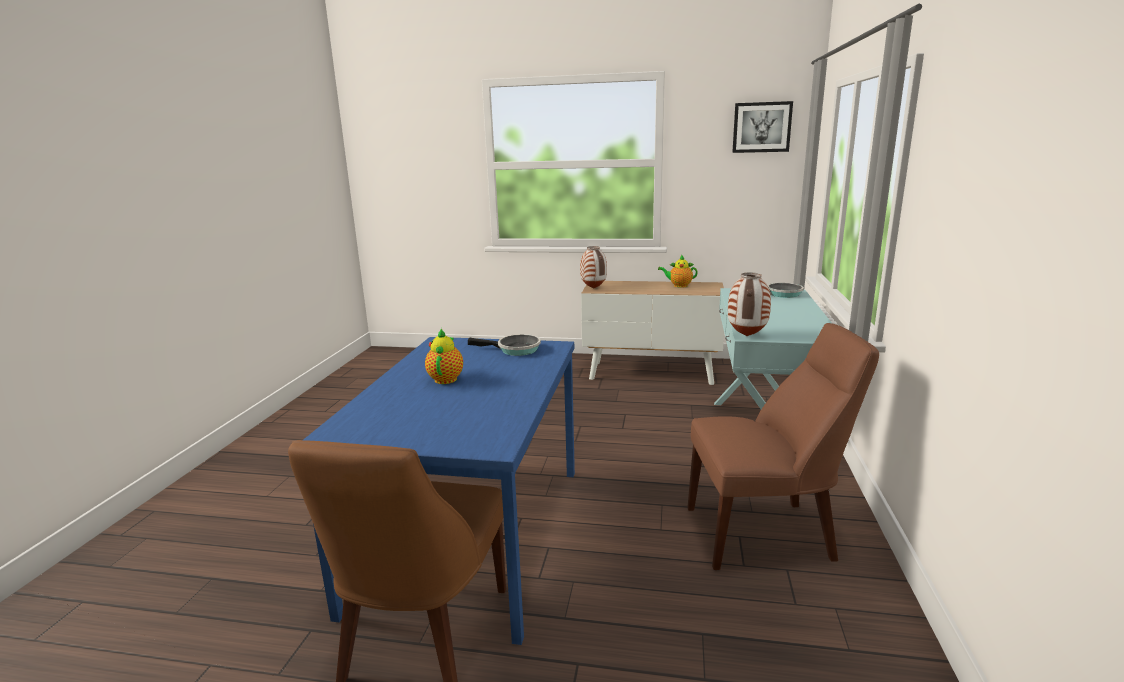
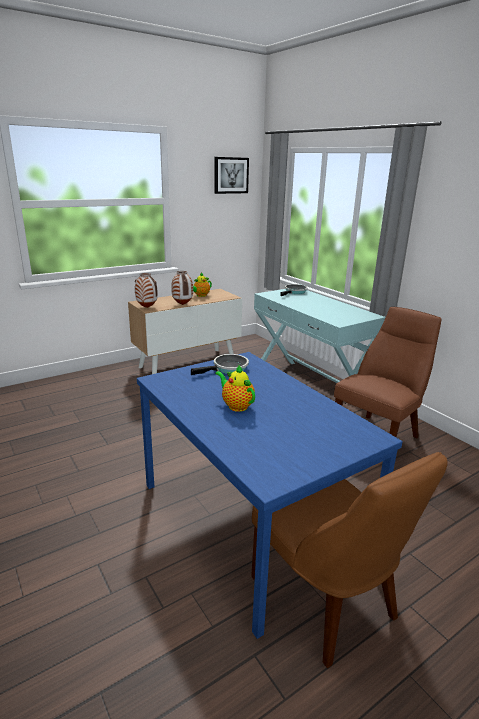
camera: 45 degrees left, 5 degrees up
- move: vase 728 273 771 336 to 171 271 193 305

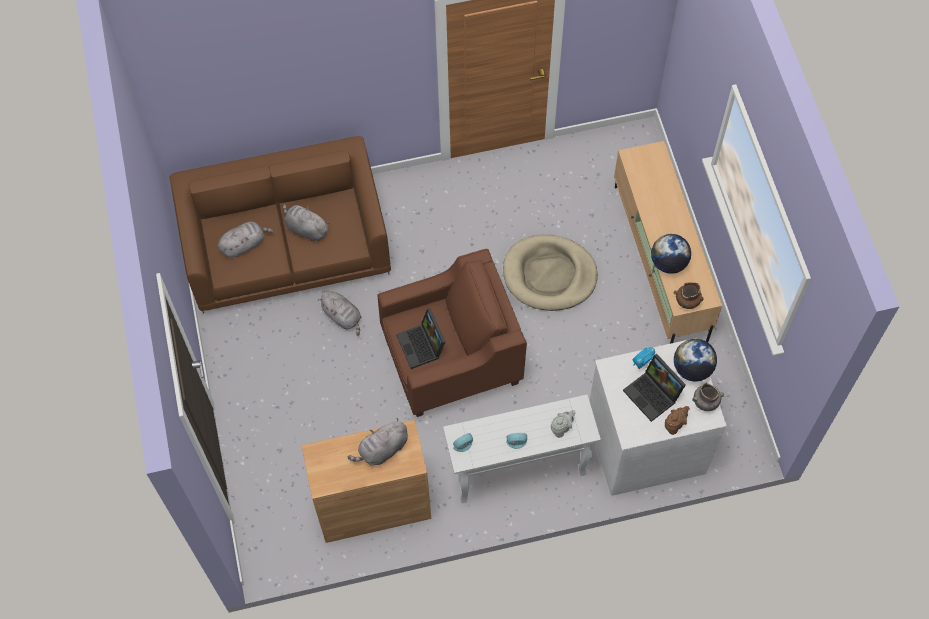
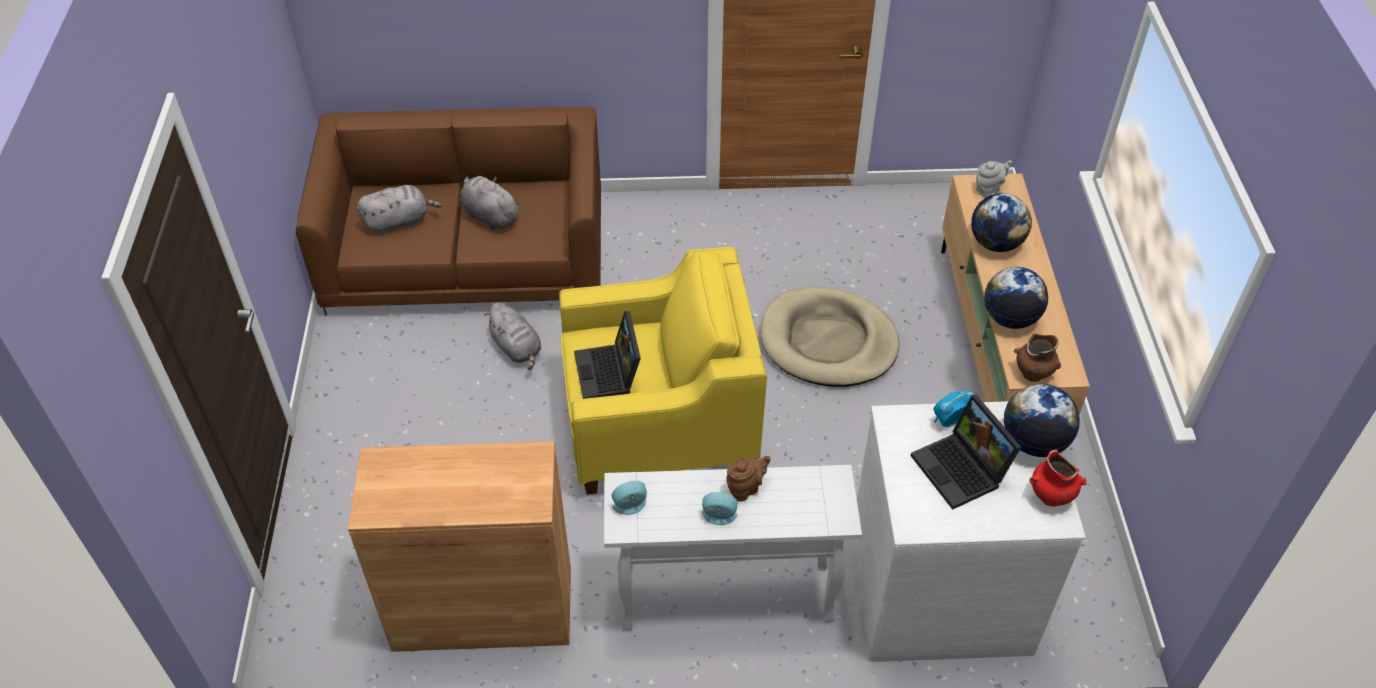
camera: 10 degrees right, 15 degrees down
- delete: plush toy (grey) 348 418 408 465
- insert: globe 971 193 1032 252
- move: teapot (grey) 551 410 575 438 to 976 160 1012 197
- move: teapot (brown) 665 406 690 435 to 726 456 770 502
- recolor: armchair (brown) 377 249 527 417 to armchair (yellow) 559 247 767 495
- recolor: vase (grey) 692 382 724 411 to vase (red) 1029 450 1087 506

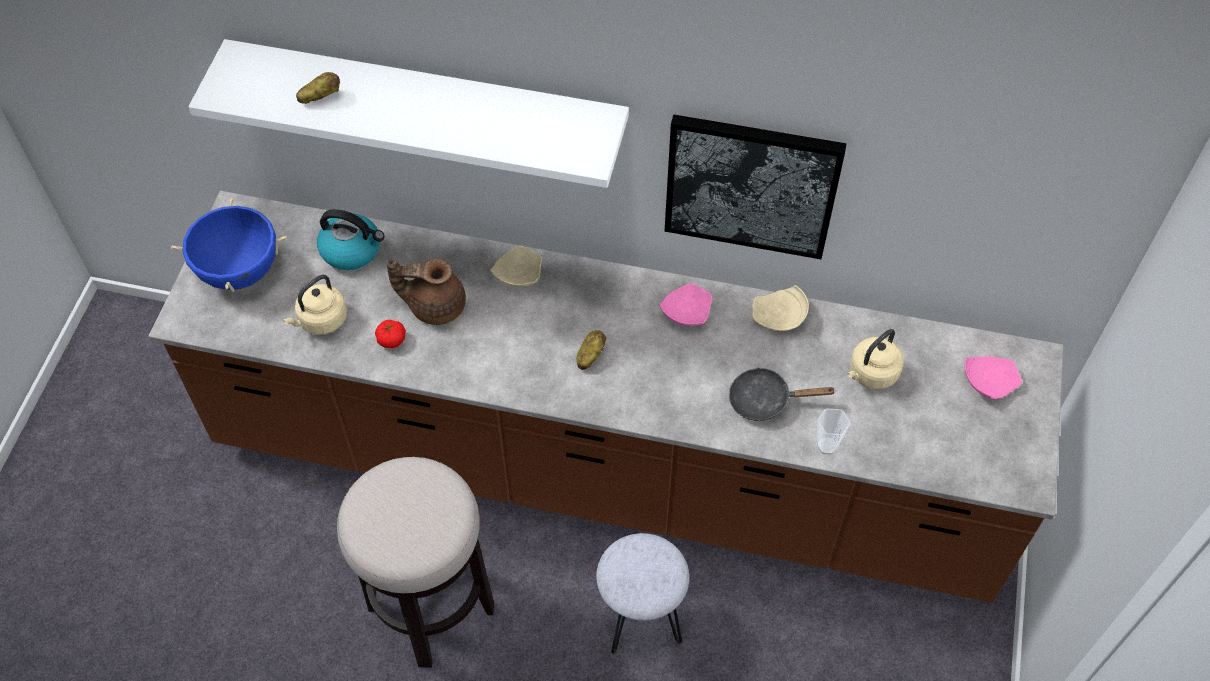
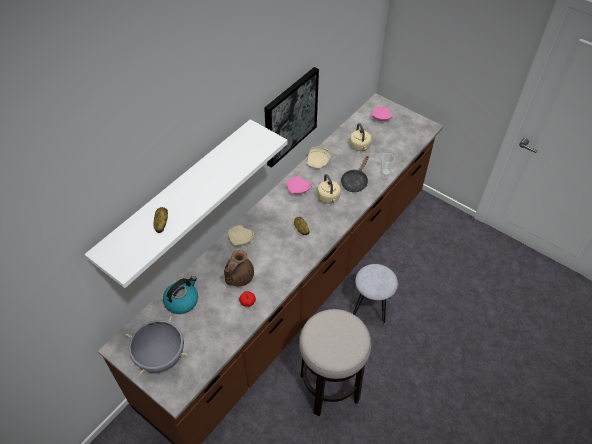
camera: 65 degrees left, 5 degrees down
- move: kettle (beige) 283 275 347 335 to 317 174 341 203
- recolor: cooking pot (blue) 171 198 287 292 to cooking pot (grey) 126 316 187 375

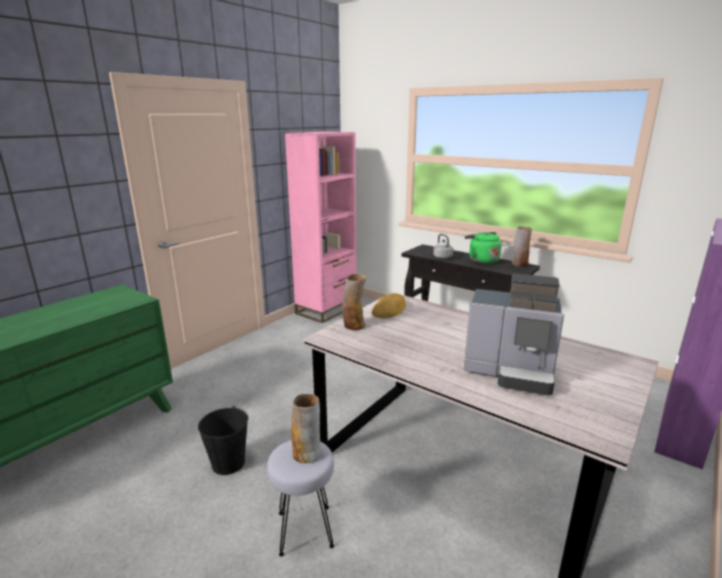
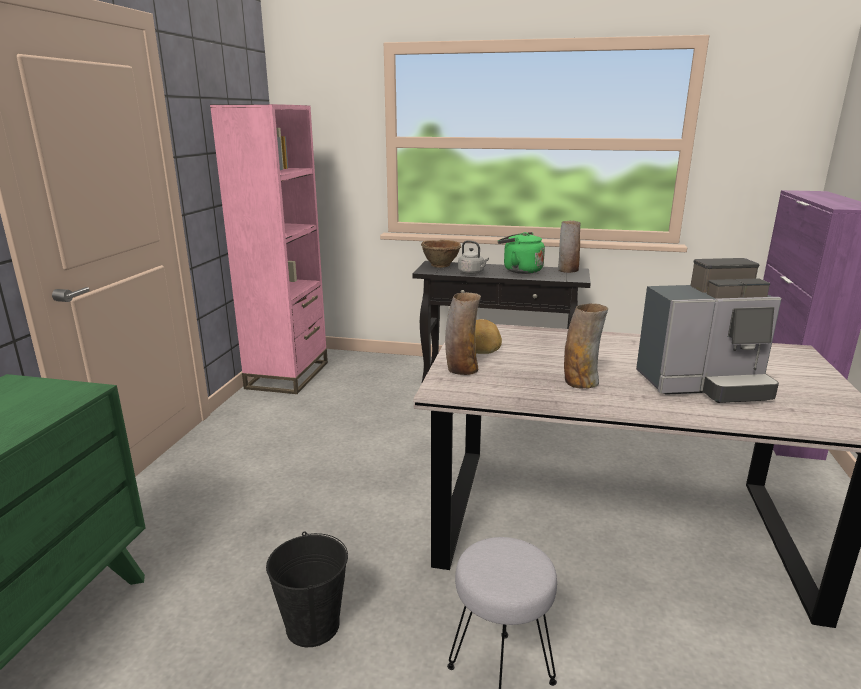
camera: 25 degrees left, 0 degrees up
- insert: bowl (brown) 421 240 461 268
- move: vase 291 394 321 463 to 564 303 608 388

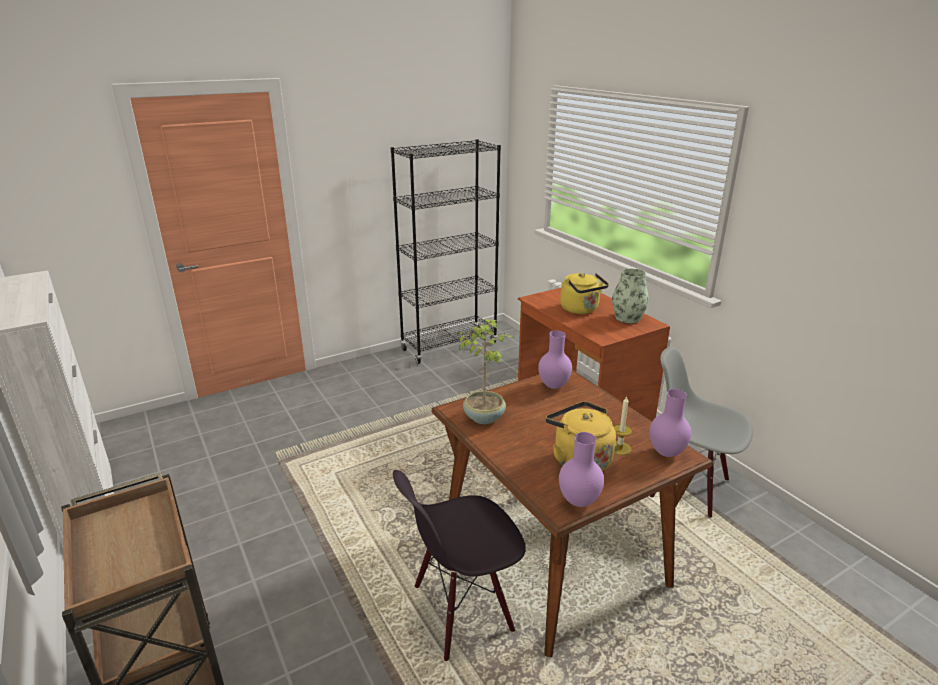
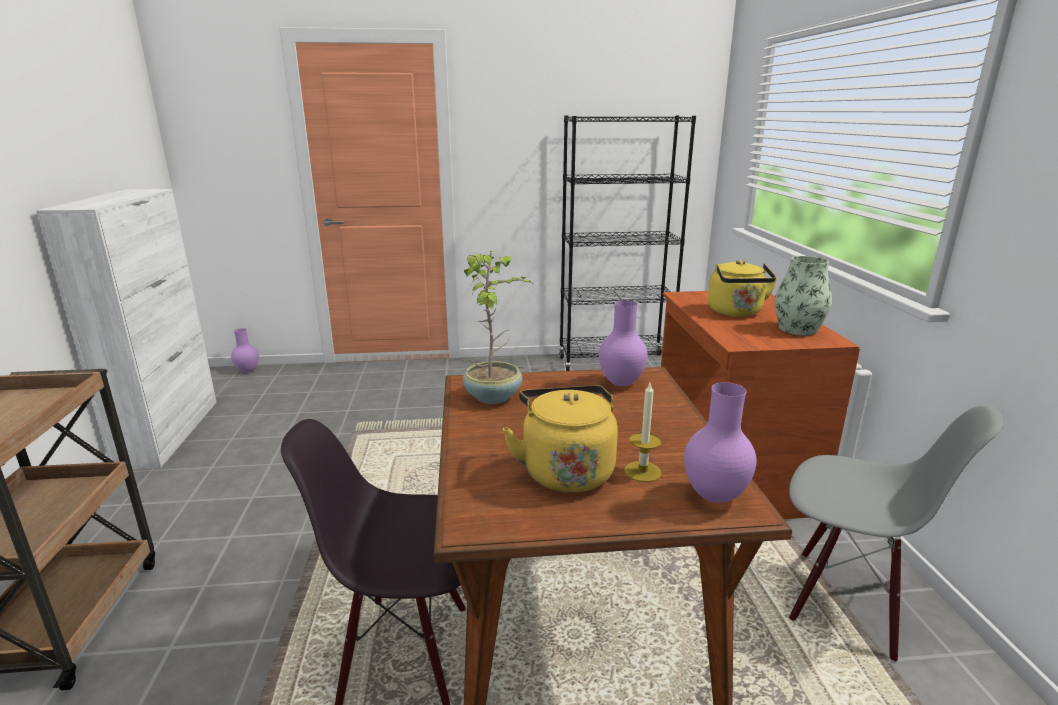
camera: 25 degrees right, 5 degrees down
- move: vase (purple) 559 432 604 507 to 231 328 259 373
- rotate: chair (grey) 650 347 753 518 = 789 405 1004 663 150 degrees clockwise

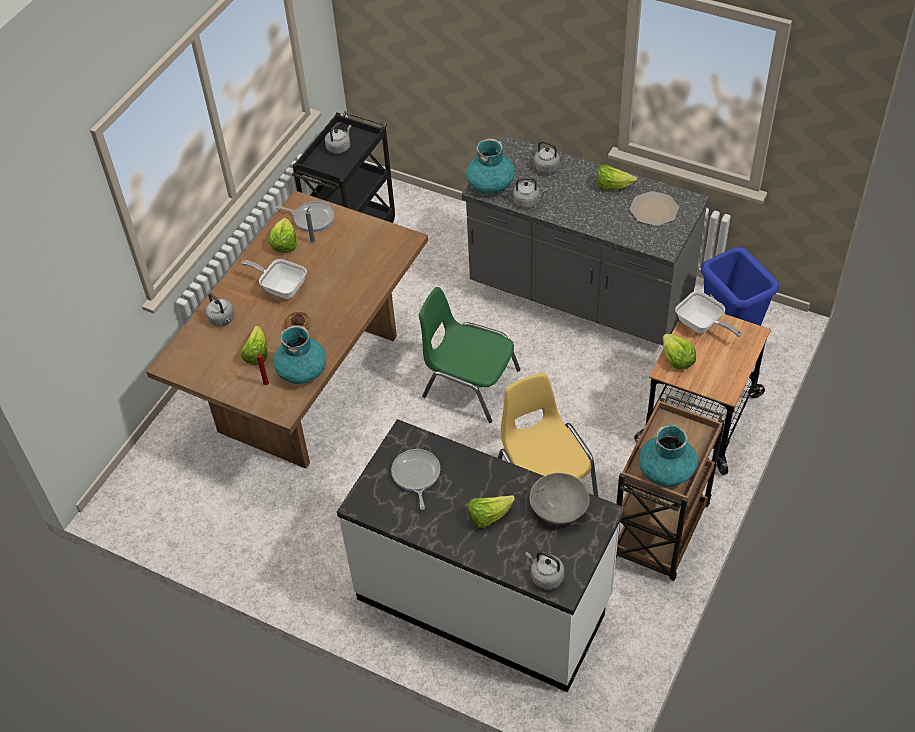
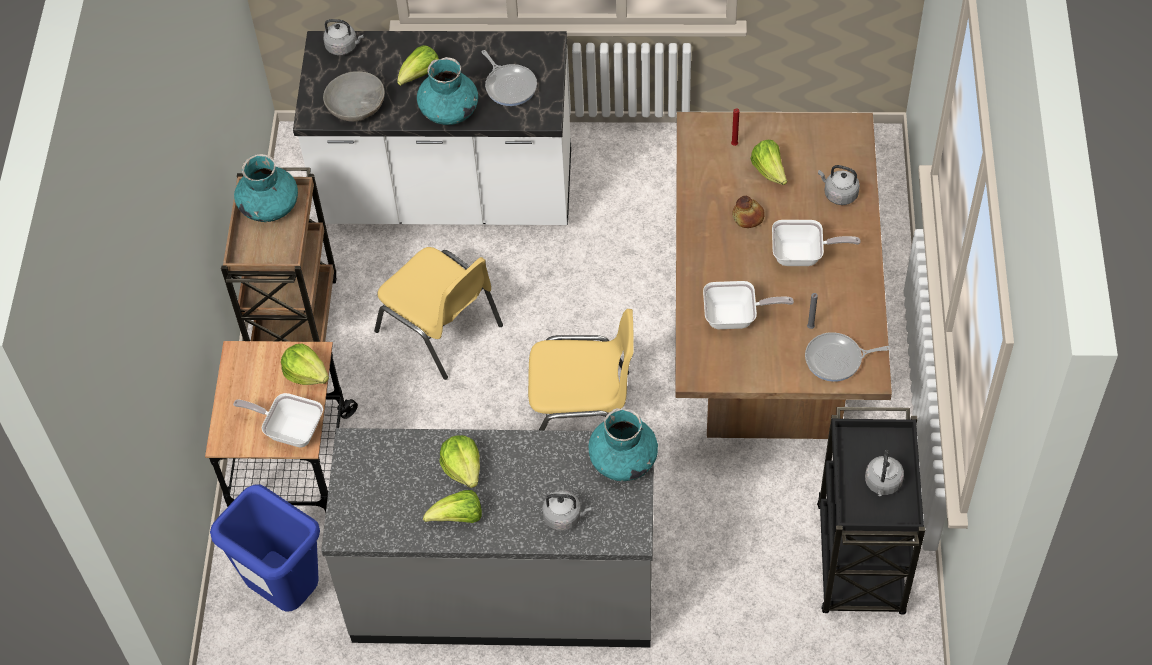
camera: 155 degrees right, 5 degrees up
- delete: kettle (grey) 513 178 548 208
- delete: plate 630 191 679 226
- insert: frying pan 703 281 794 329
- move: lettuce 269 218 298 253 to 439 435 480 488
- move: vase (turquoise) 273 325 326 384 to 417 57 478 125
- recolor: chair (green) 419 287 520 423 to chair (yellow) 528 309 634 430

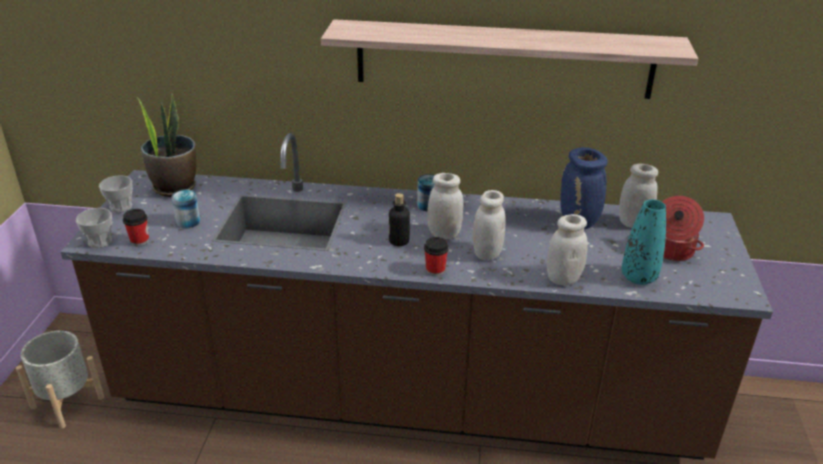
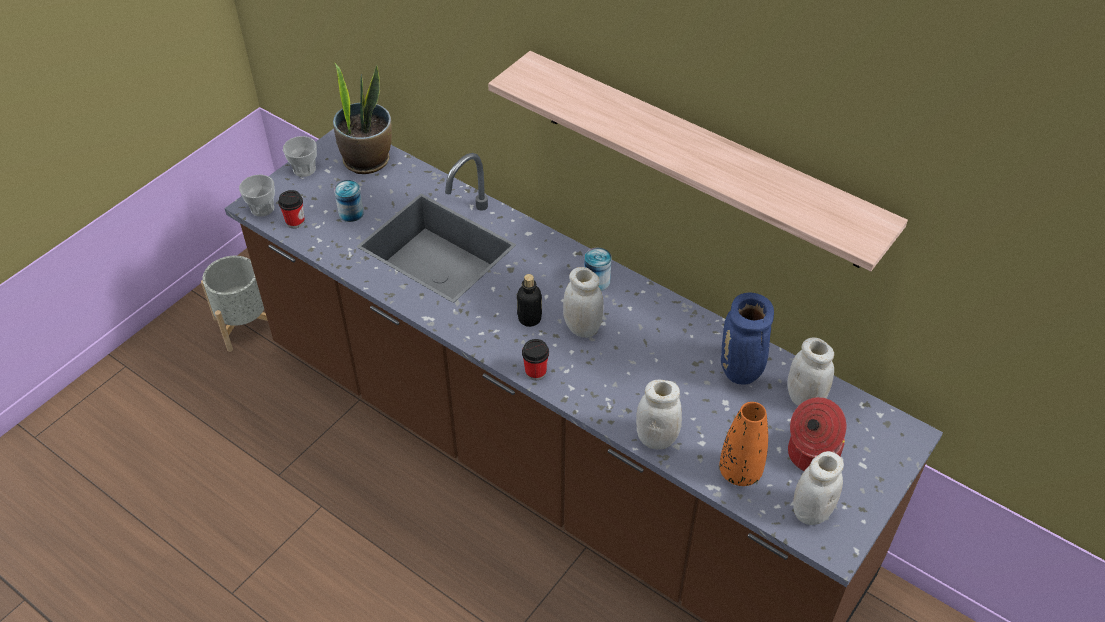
camera: 30 degrees right, 15 degrees up
- move: jar (white) 473 190 506 261 to 793 451 844 525
- recolor: vase (turquoise) 622 199 666 285 to vase (orange) 719 402 768 486

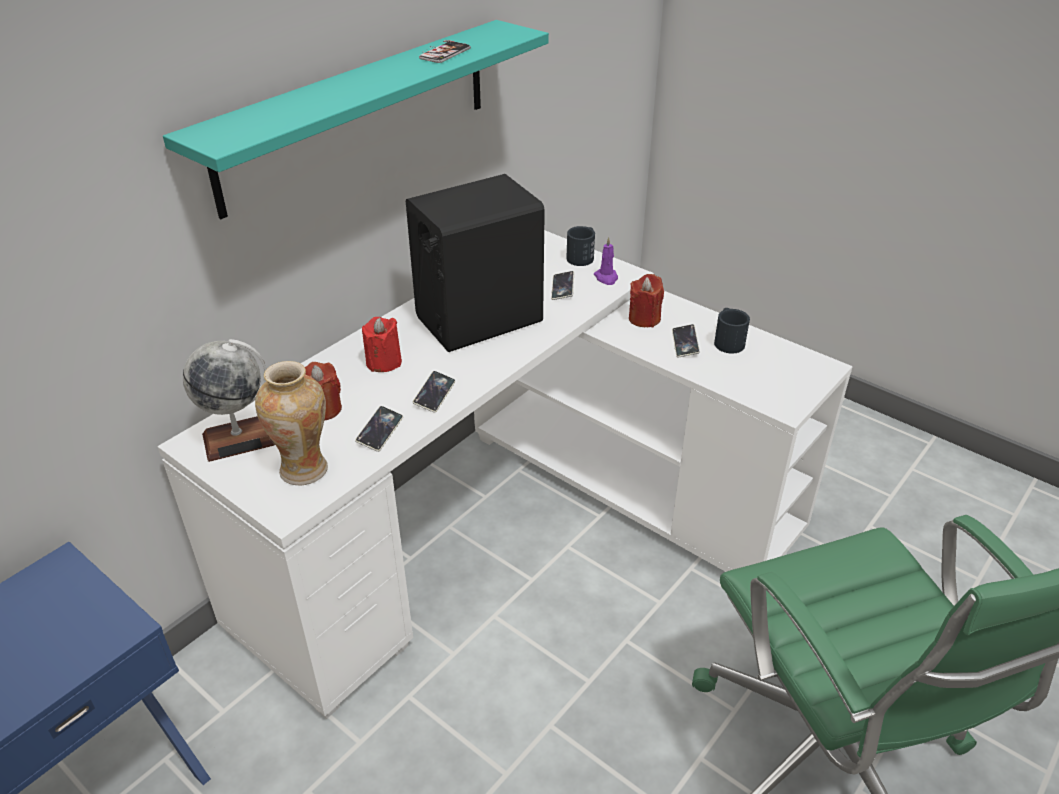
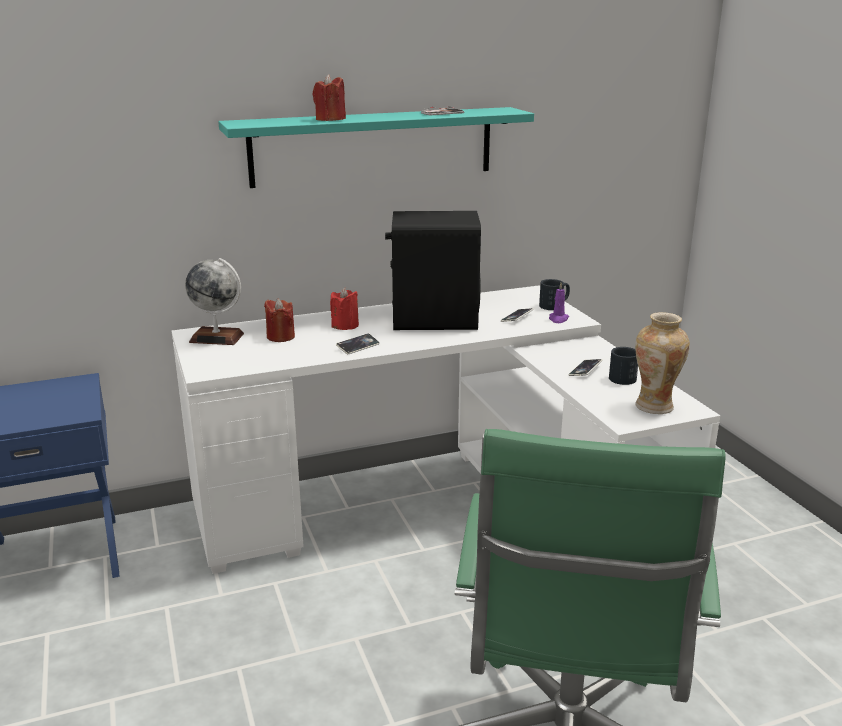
camera: 30 degrees right, 15 degrees down
- delete: phone 355 406 403 452
- move: vase 255 361 328 485 to 635 312 690 414
- move: candle (red) 629 274 664 327 to 313 74 346 121

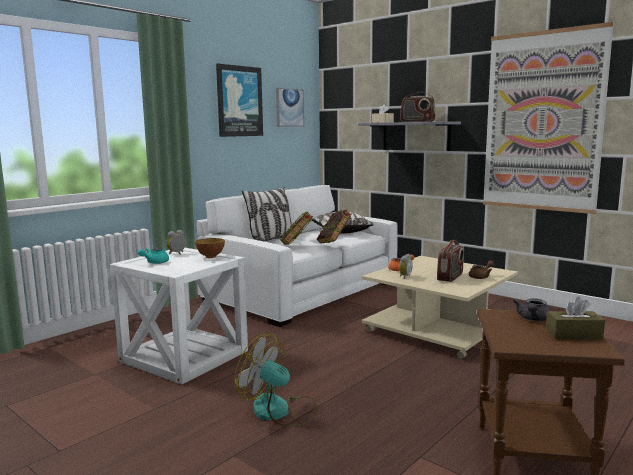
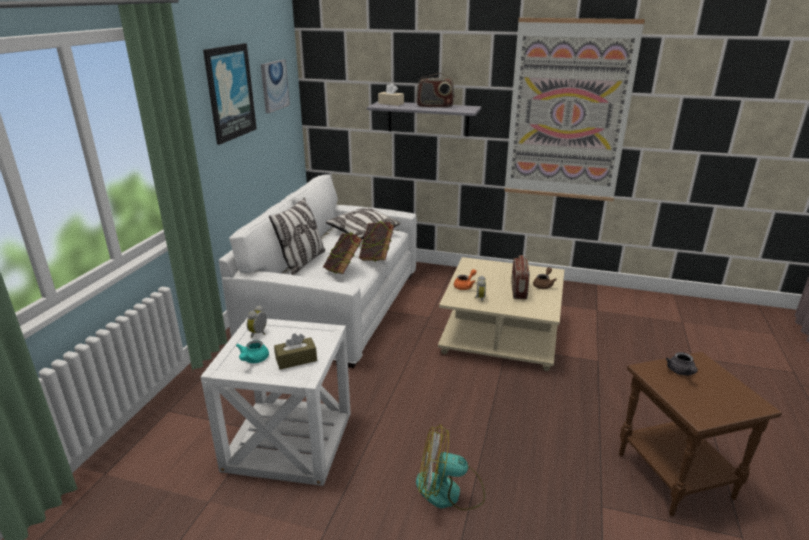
camera: 25 degrees left, 15 degrees up
- delete: bowl 195 238 225 258
- move: tissue box (brown) 546 297 605 340 to 274 333 317 370

